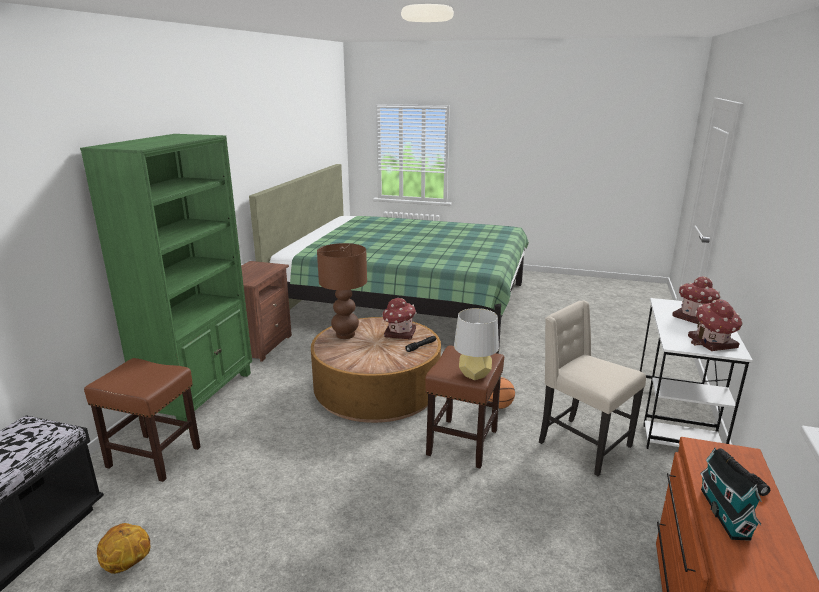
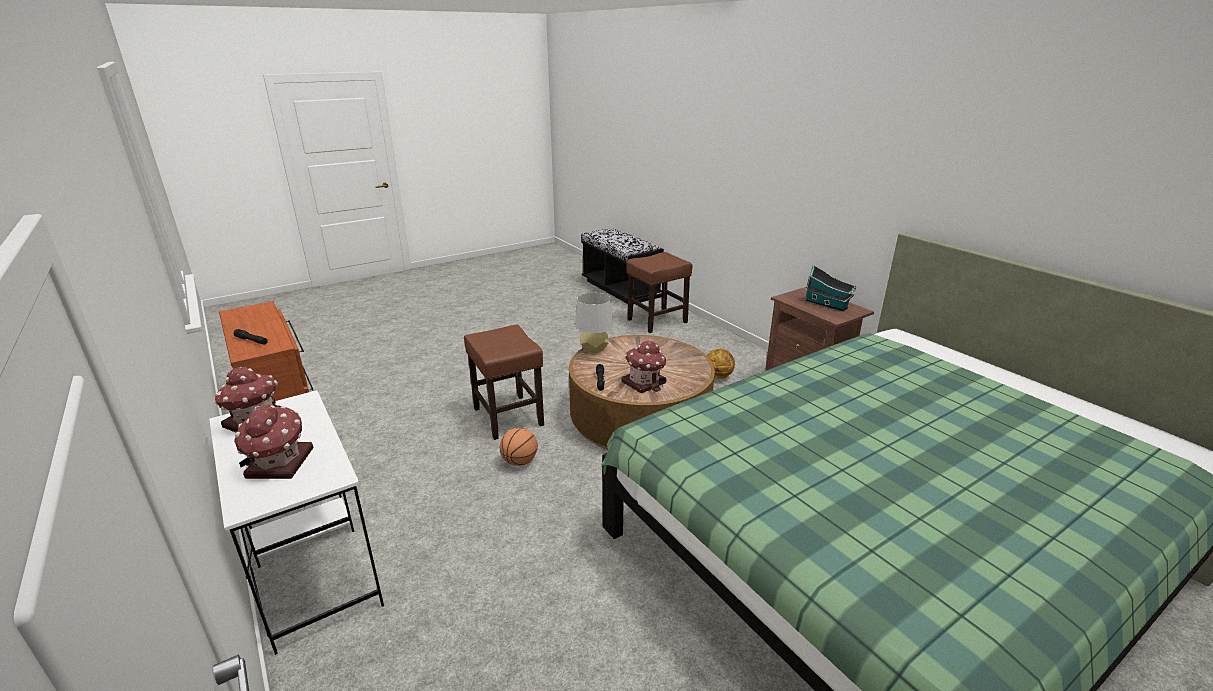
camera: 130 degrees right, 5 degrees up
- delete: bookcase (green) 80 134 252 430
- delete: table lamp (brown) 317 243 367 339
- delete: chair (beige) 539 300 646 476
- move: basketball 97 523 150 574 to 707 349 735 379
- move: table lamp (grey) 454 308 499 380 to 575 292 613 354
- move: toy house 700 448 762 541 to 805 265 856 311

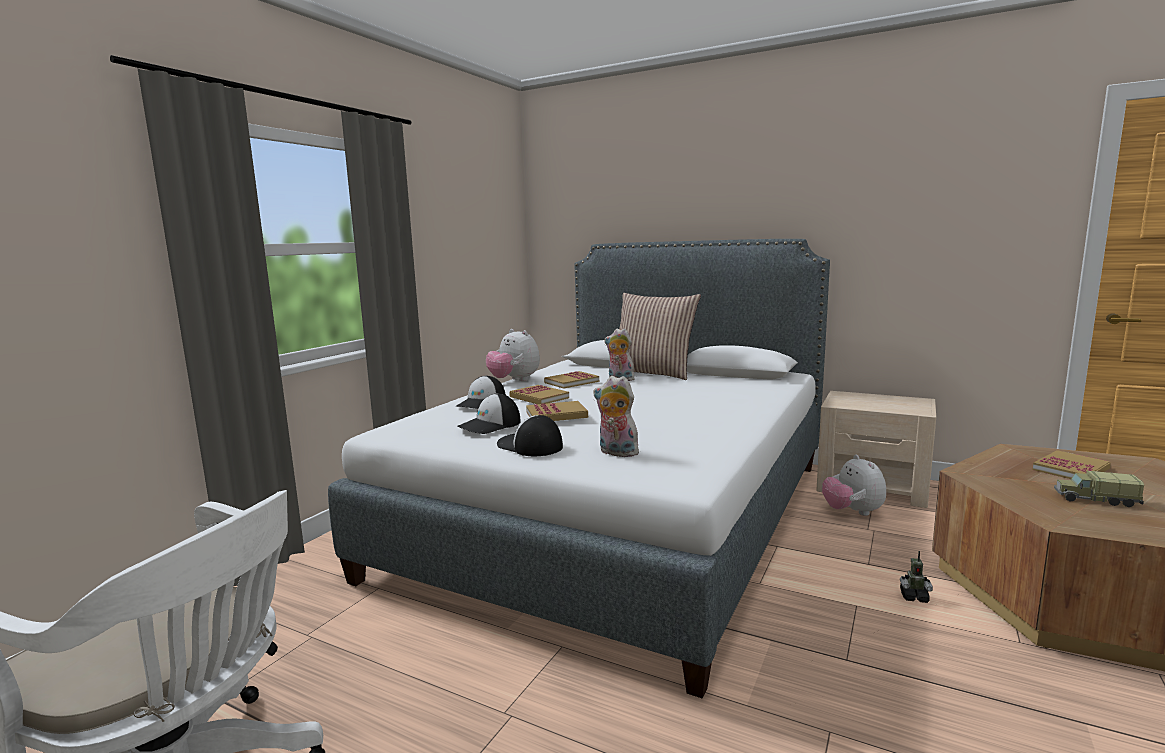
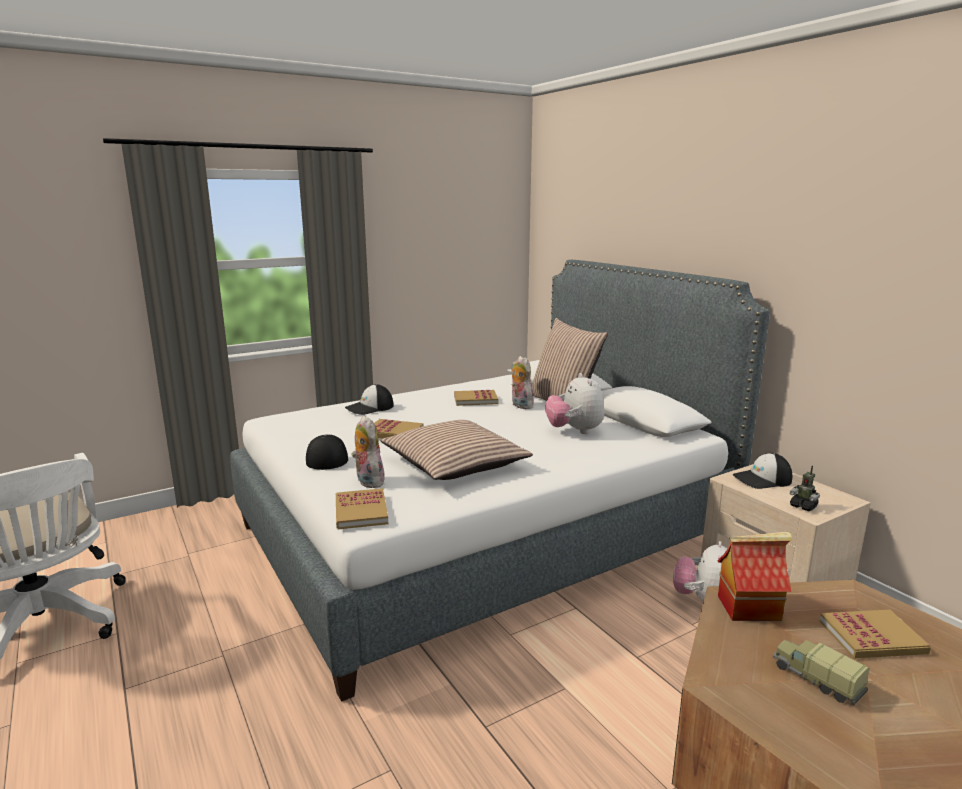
camera: 30 degrees right, 5 degrees up
- insert: pillow 381 420 533 480
- insert: toy house 717 532 792 621
- move: cap 457 393 521 434 to 733 453 792 489
- move: plush toy 486 329 540 381 to 545 373 604 434
- move: book 509 385 569 404 to 336 488 388 529
- move: toy robot 900 551 933 603 to 790 466 820 511

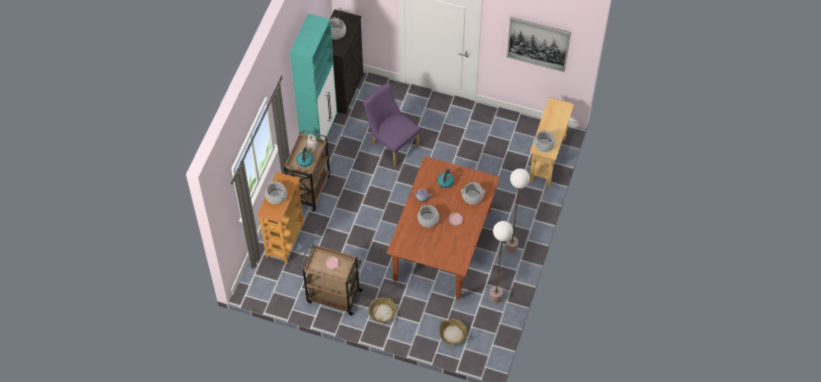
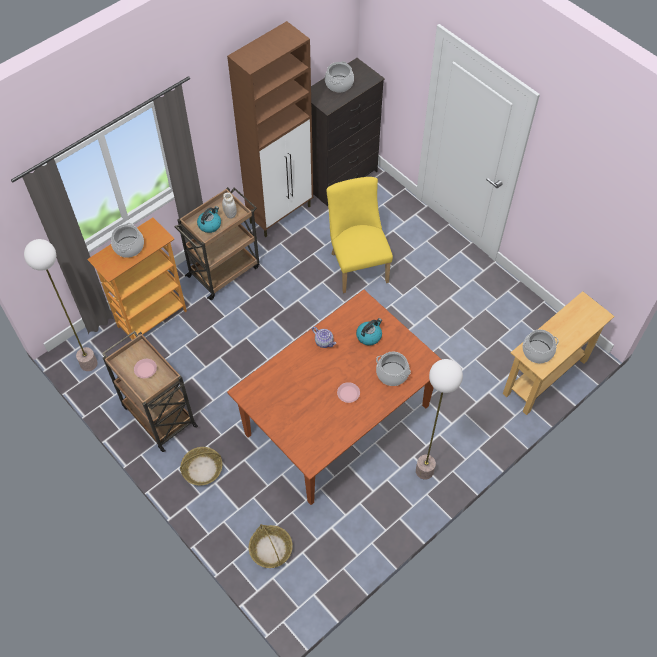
camera: 30 degrees right, 0 degrees up
- delete: cooking pot 417 205 439 227
- delete: picture 507 17 571 72
- move: floor lamp 490 221 513 303 to 24 239 97 371
- recolor: cabinet (turquoise) 290 14 337 140 to cabinet (brown) 227 21 313 237
- recolor: chair (purple) 364 83 420 167 to chair (yellow) 326 177 393 293

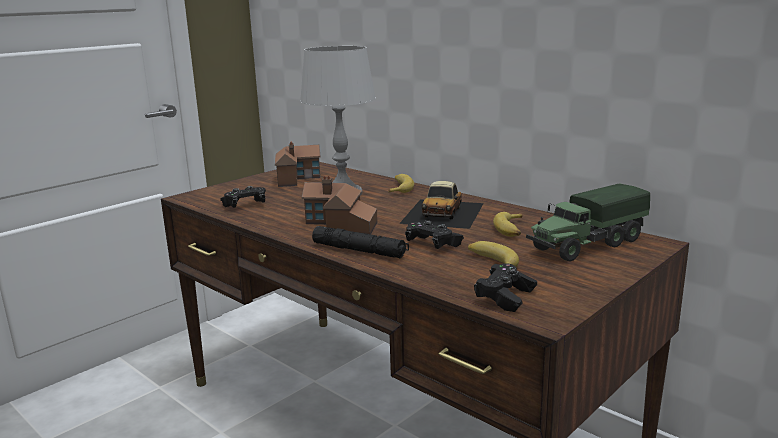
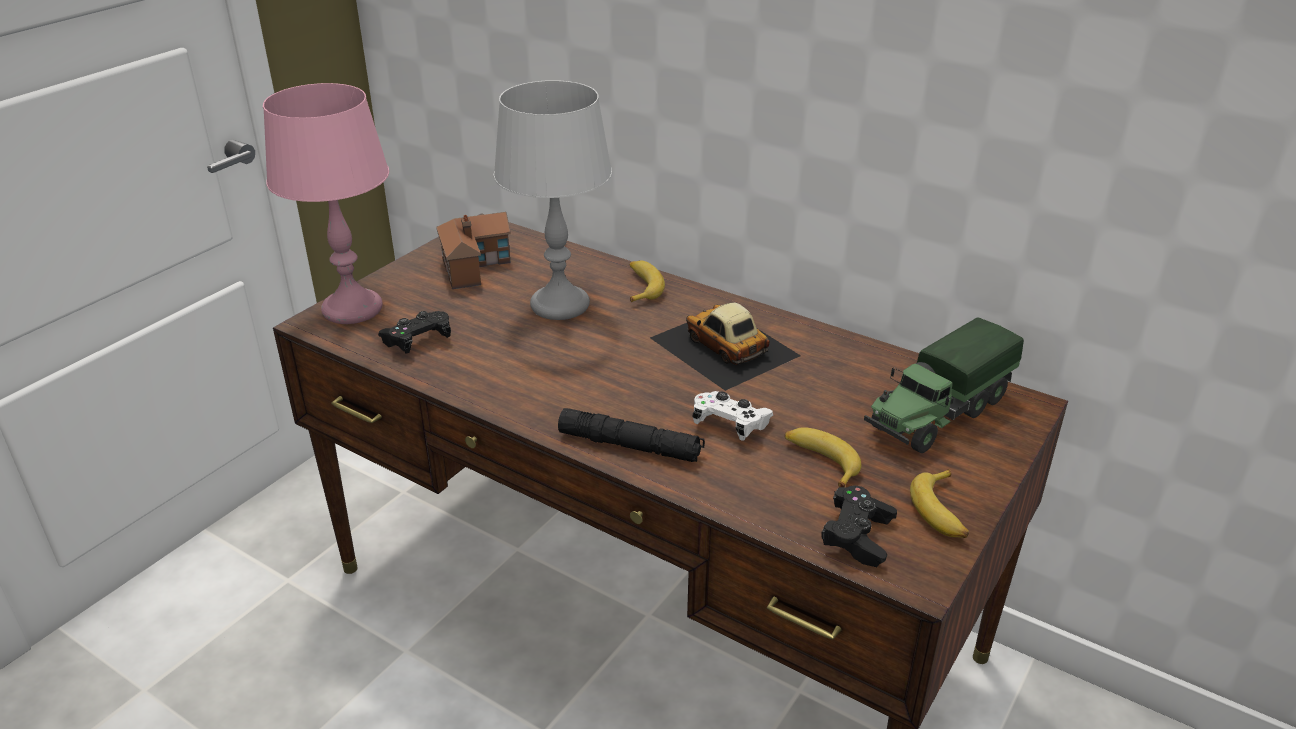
camera: 10 degrees left, 15 degrees up
- delete: toy house 302 176 378 234
- insert: table lamp (pink) 263 83 389 324
- move: banana 493 212 522 237 to 910 469 969 538
- recolor: game controller (black) 405 221 464 249 to game controller (white) 692 391 773 441
- rotate: toy car 399 181 484 229 = 650 303 801 391 135 degrees clockwise

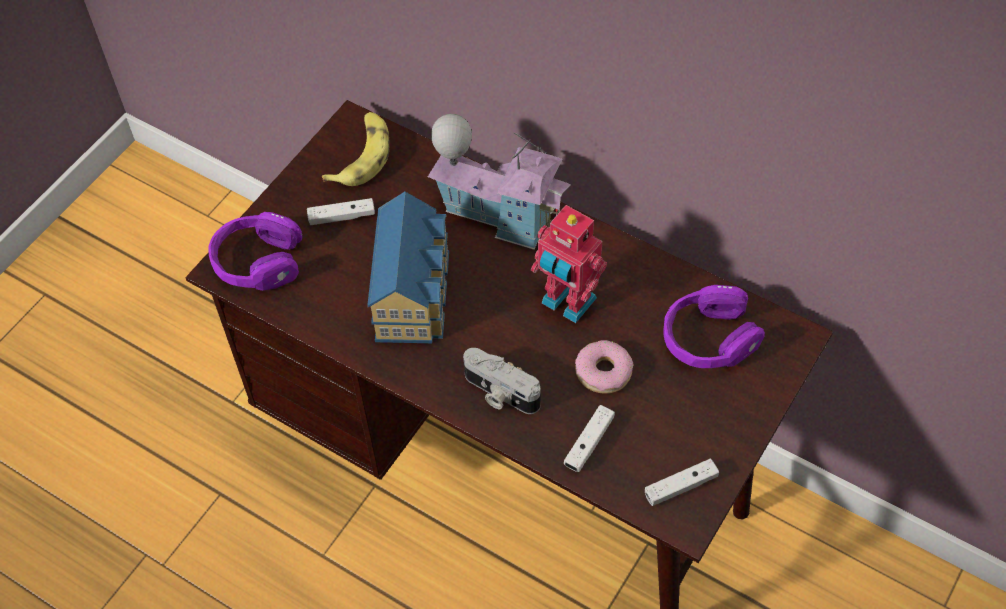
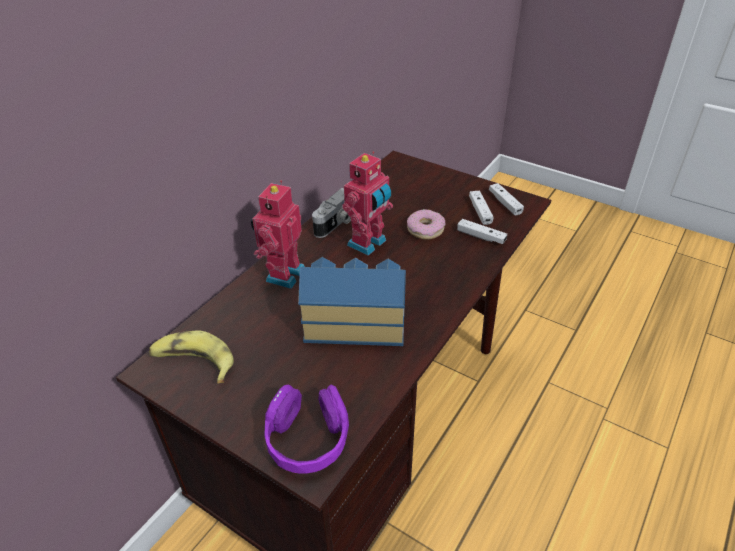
camera: 90 degrees left, 15 degrees down
- delete: headphones (purple) 664 285 765 368
- move: game controller (white) 307 198 375 225 to 469 190 494 225
- move: photo camera 463 348 540 414 to 312 188 351 238
- replace: toy house 428 114 571 250 to toy robot 251 180 305 289

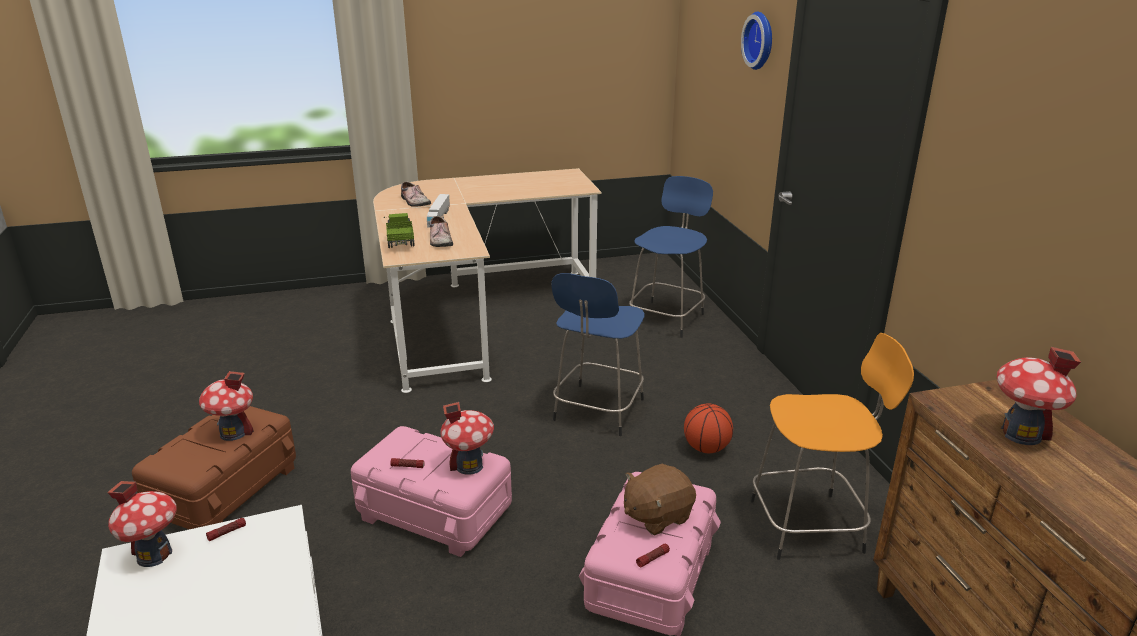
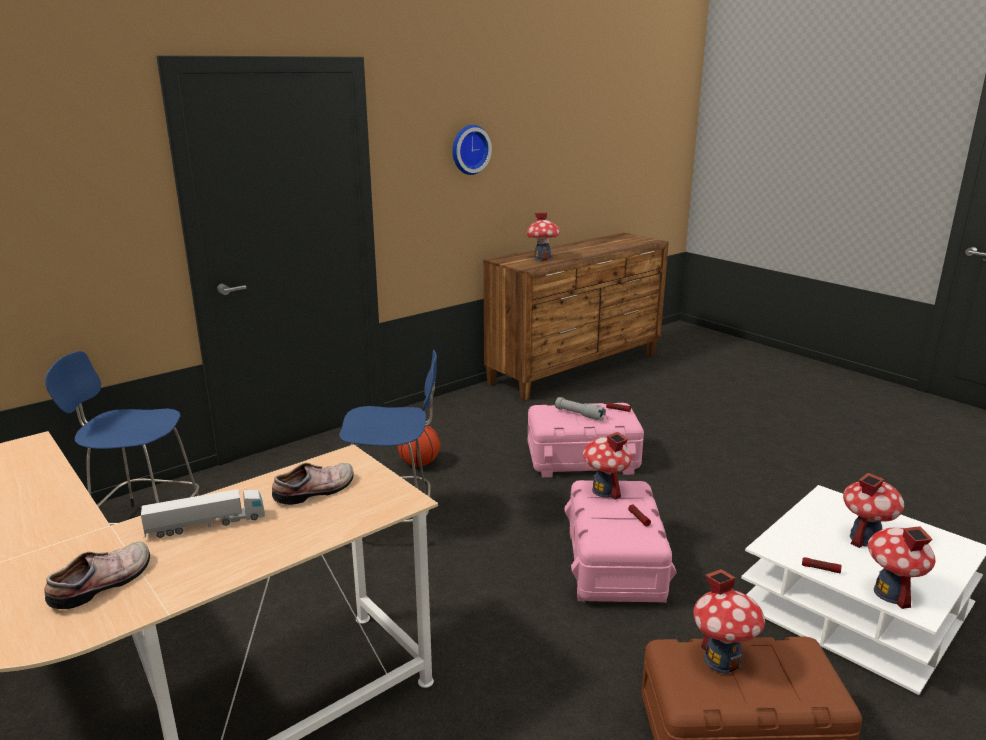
camera: 115 degrees left, 5 degrees down
- delete: toy truck 384 213 414 248
- delete: stool (orange) 751 333 914 560
- insert: toy house 843 473 904 548
- move: wall clock 741 12 772 70 to 452 125 492 175
- replace: plush toy (brown) 624 464 696 535 to flashlight (grey) 555 397 606 421

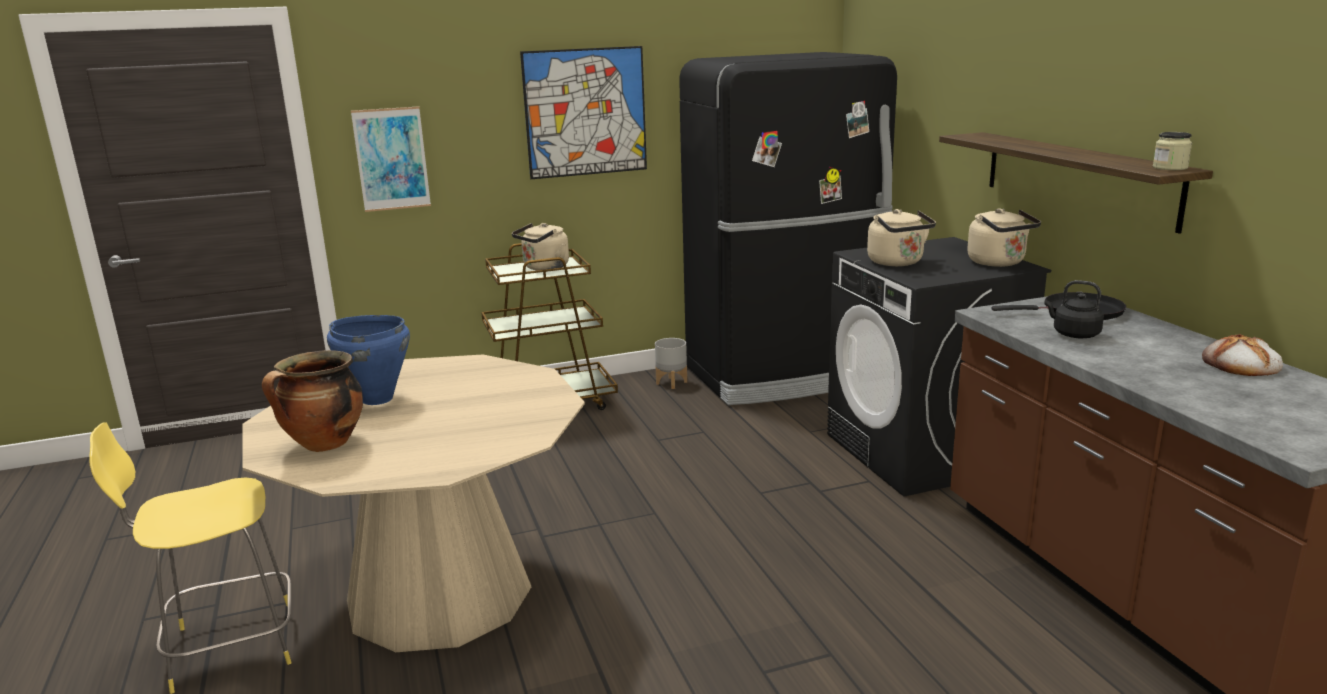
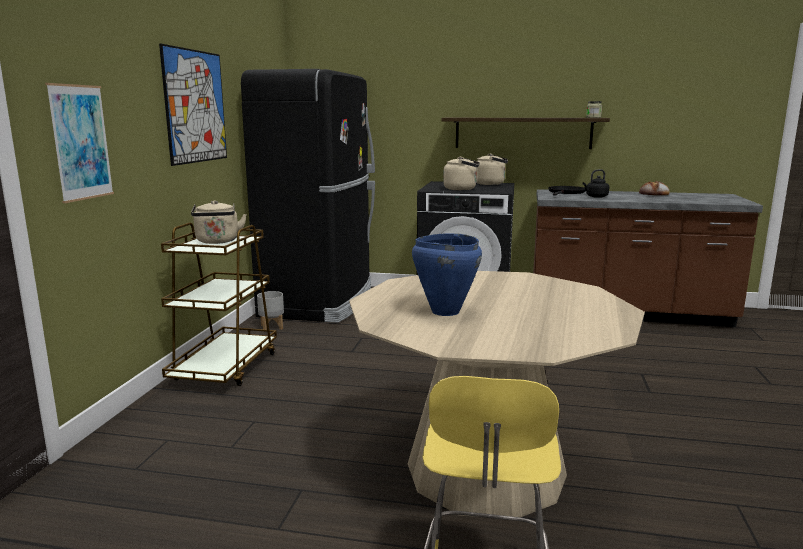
camera: 60 degrees left, 5 degrees down
- delete: cooking pot 262 350 363 452

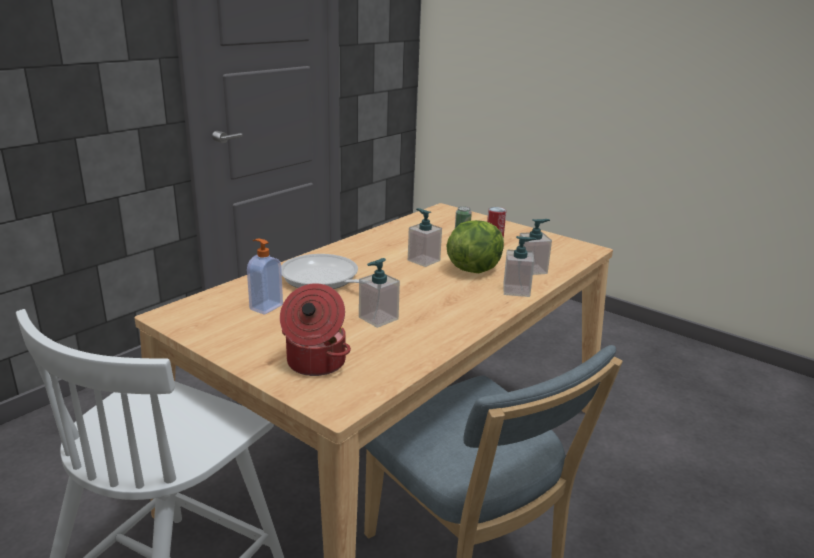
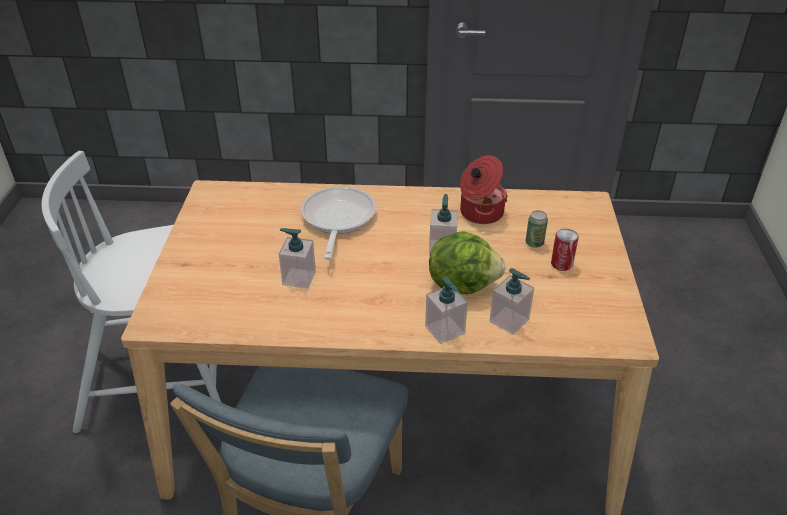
camera: 55 degrees right, 15 degrees up
- delete: soap dispenser 247 239 283 315
- move: cooking pot 280 283 351 376 to 460 155 508 224

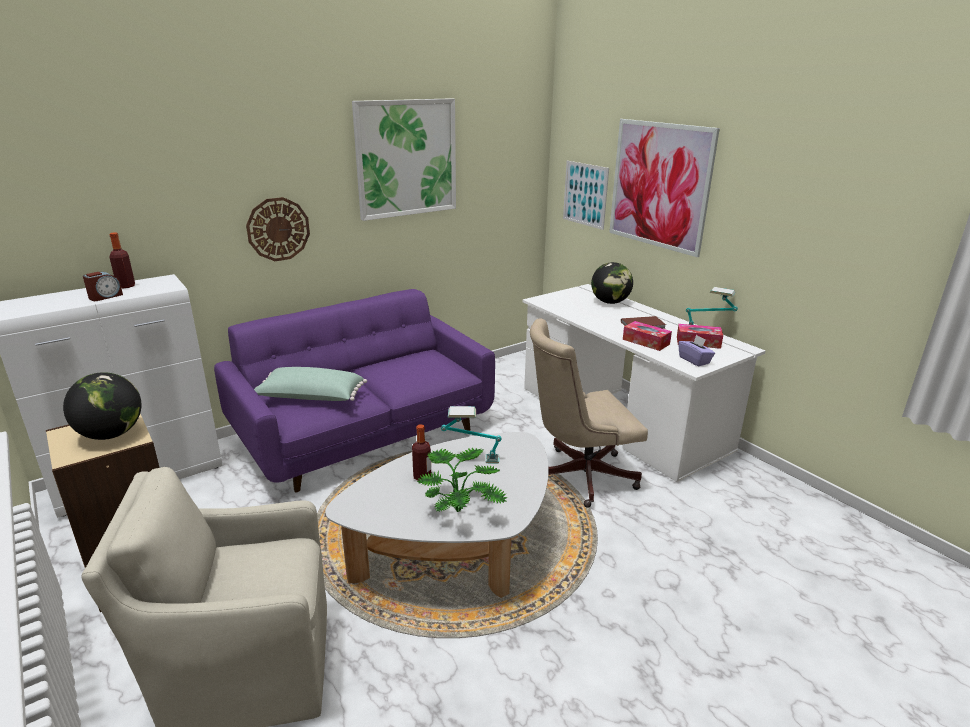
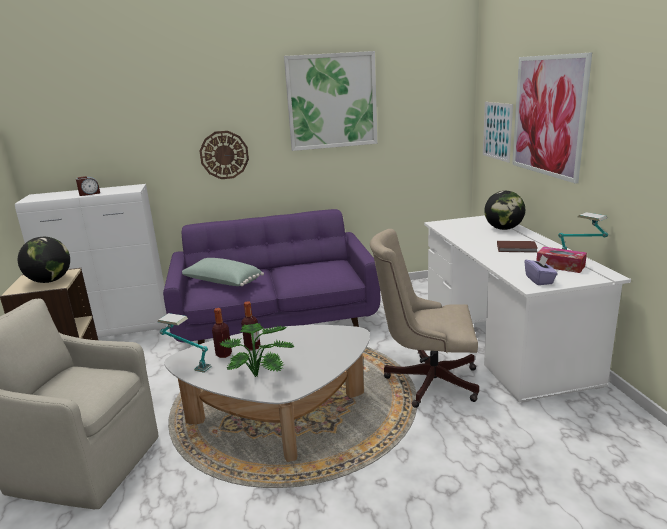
camera: 25 degrees right, 5 degrees down
- delete: tissue box 623 321 672 351
- move: bottle 109 232 135 288 to 212 308 232 358
- move: table lamp 441 406 501 463 to 158 313 212 373

